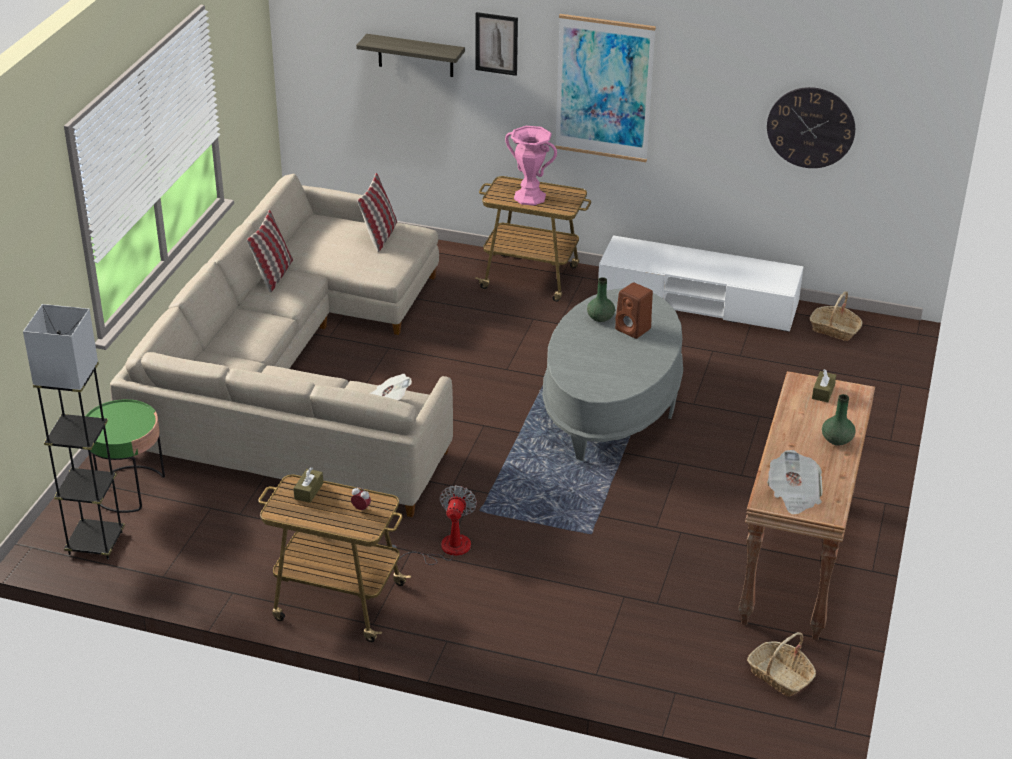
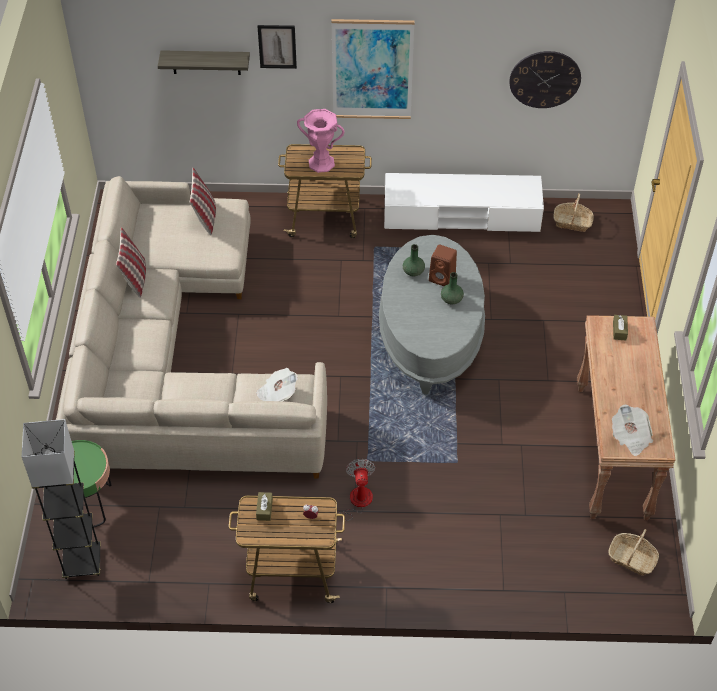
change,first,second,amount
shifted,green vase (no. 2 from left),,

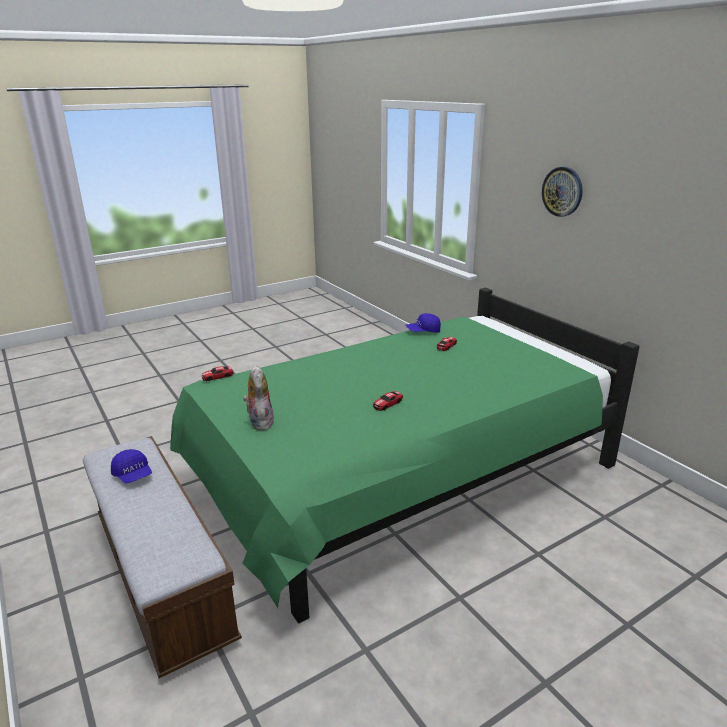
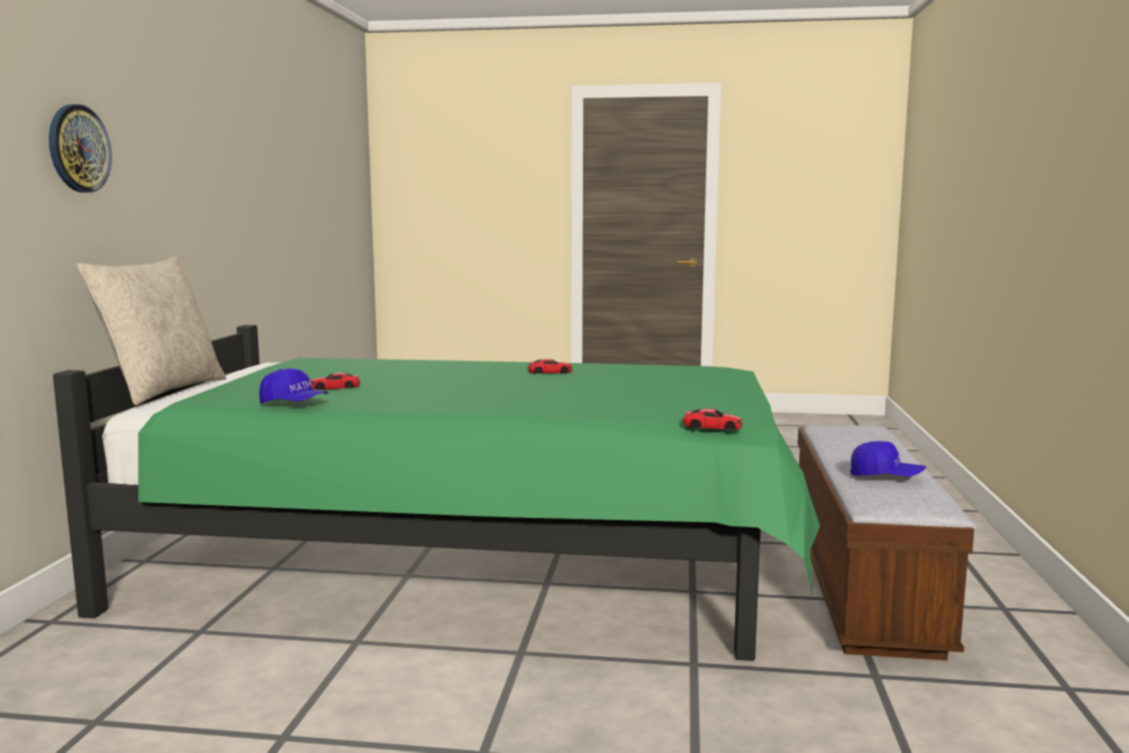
change,first,second,amount
gone,plush toy,,
new,,beige pillow,
rotated,blue cap (no. 1 from left in the first image),blue cap (no. 2 from left),120 degrees clockwise

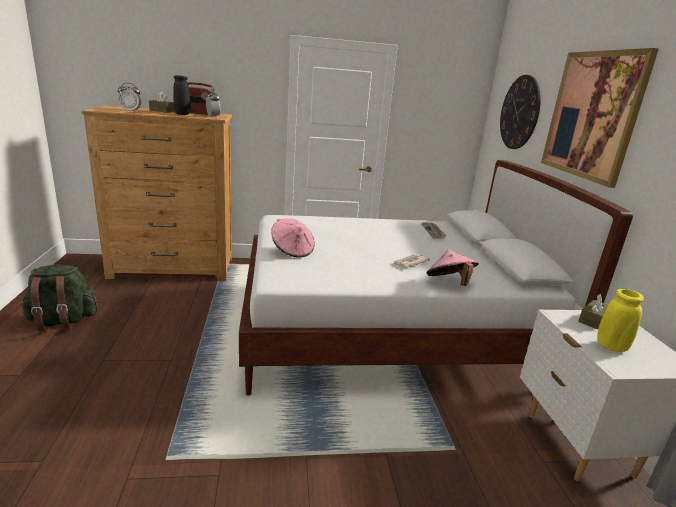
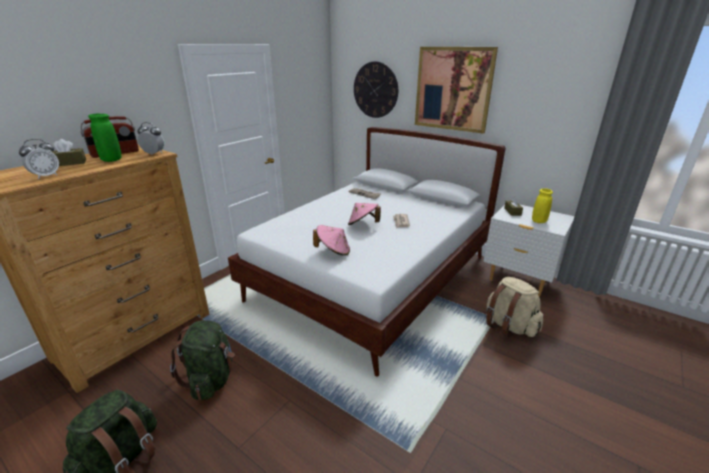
change,first,second,amount
new,,green backpack (no. 2 from left),
new,,beige backpack,
shifted,pink hat (no. 2 from left),,
repainted,black vase,green vase,

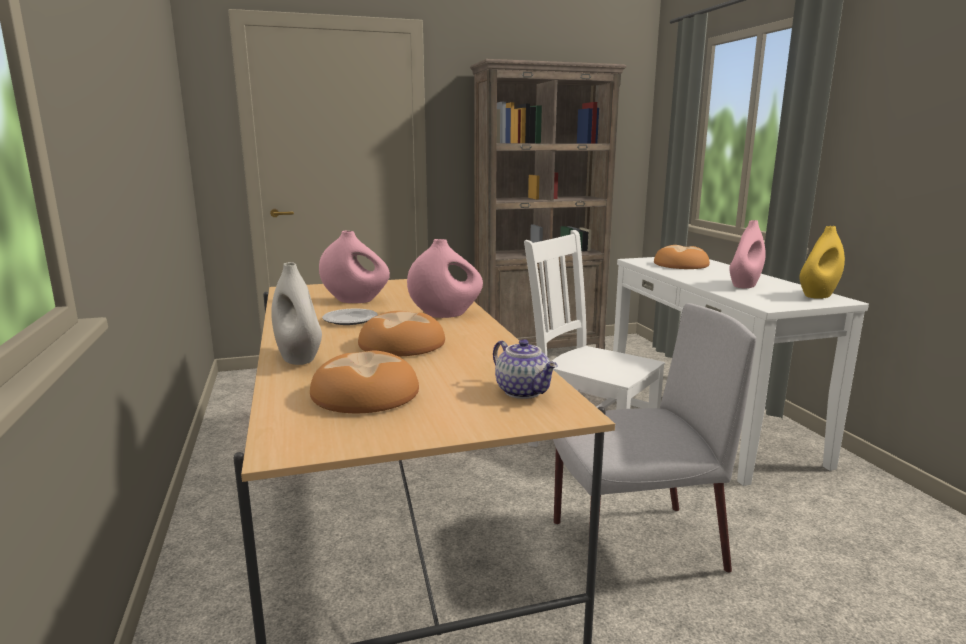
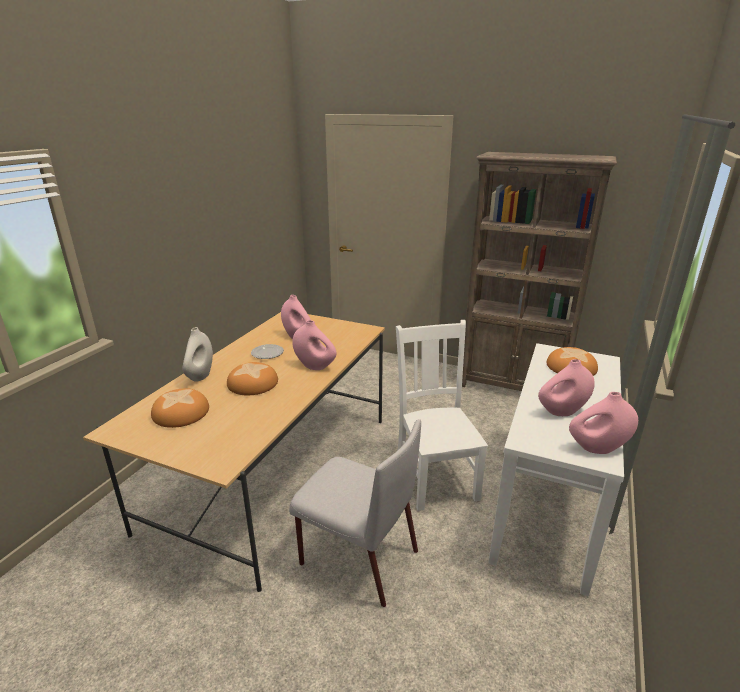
change,first,second,amount
gone,teapot,,
repainted,yellow vase,pink vase (no. 4 from left),

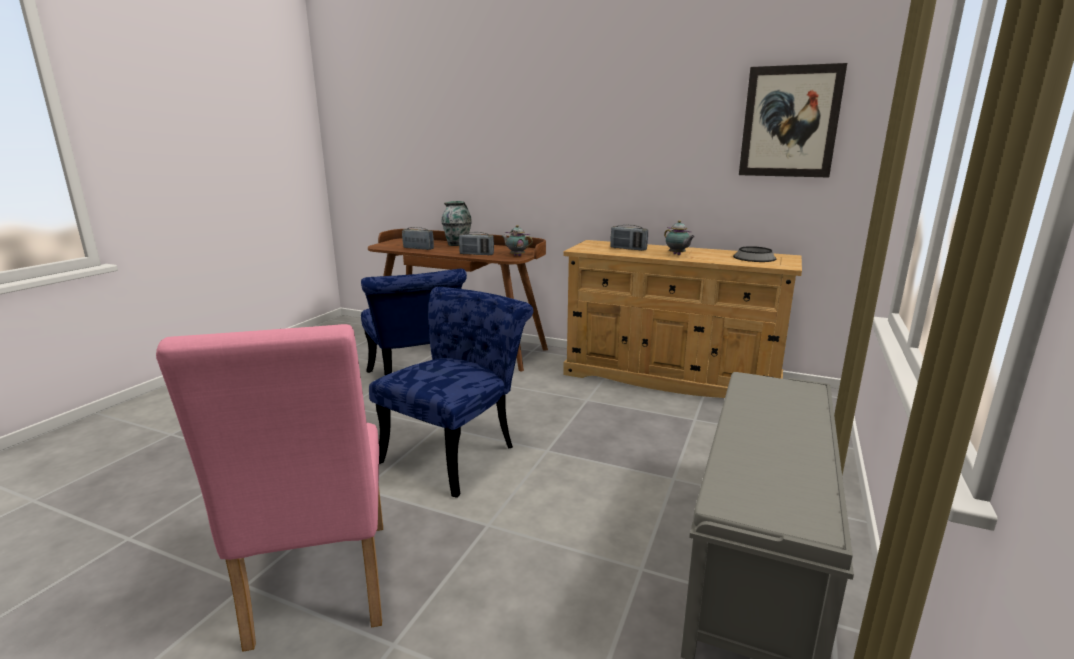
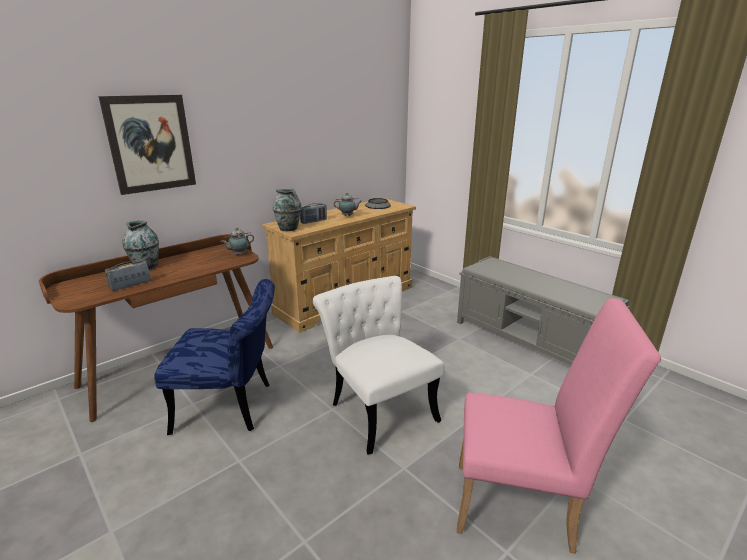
change,first,second,amount
gone,radio (no. 2 from left),,
new,,vase (no. 2 from left),
shifted,picture,,
repainted,blue chair (no. 2 from left),white chair,

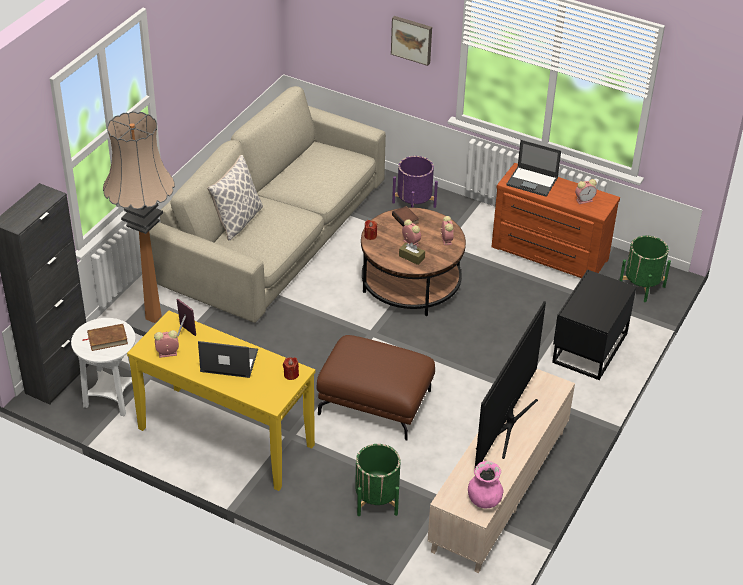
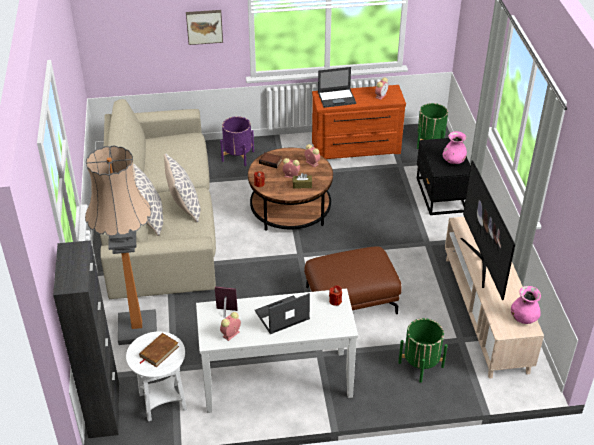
change,first,second,amount
new,,pillow (no. 2 from left),
new,,pink vase (no. 1 from left),
repainted,yellow console table,white console table,

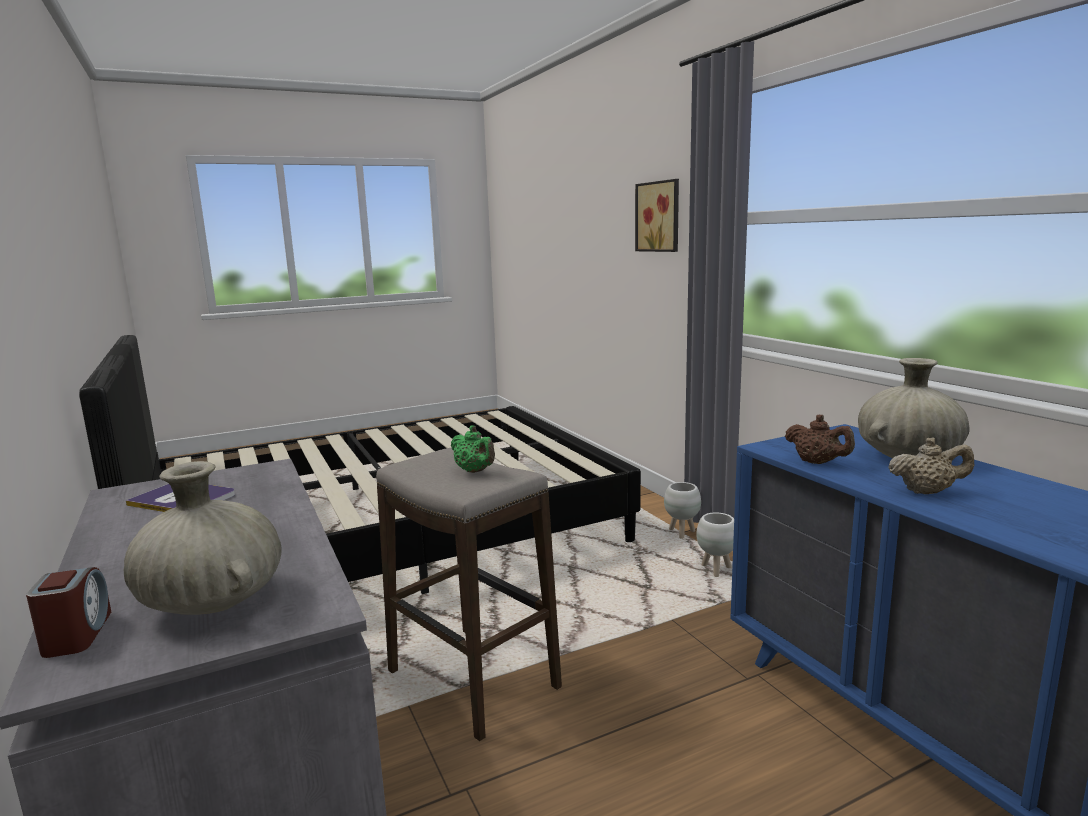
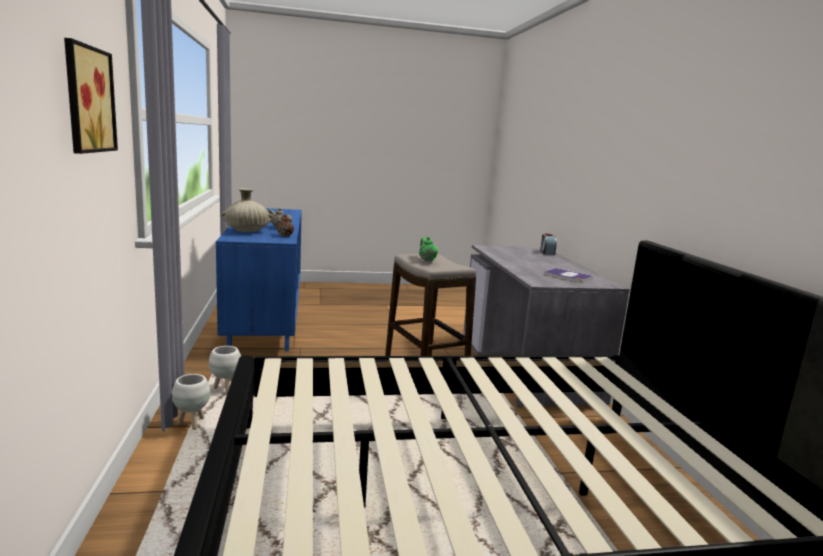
change,first,second,amount
gone,beige vase (no. 1 from left),,

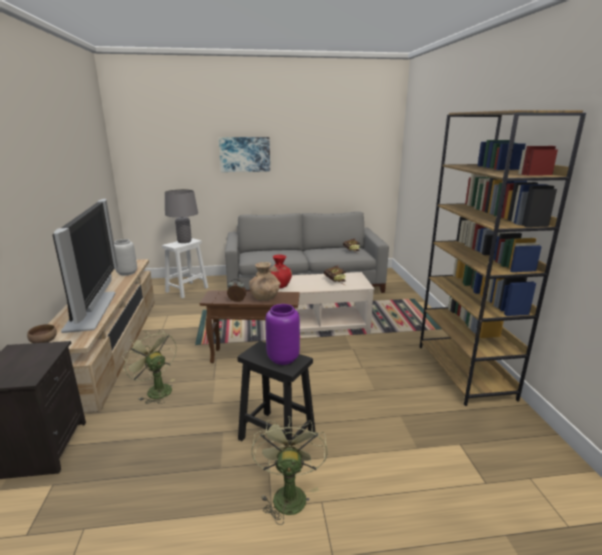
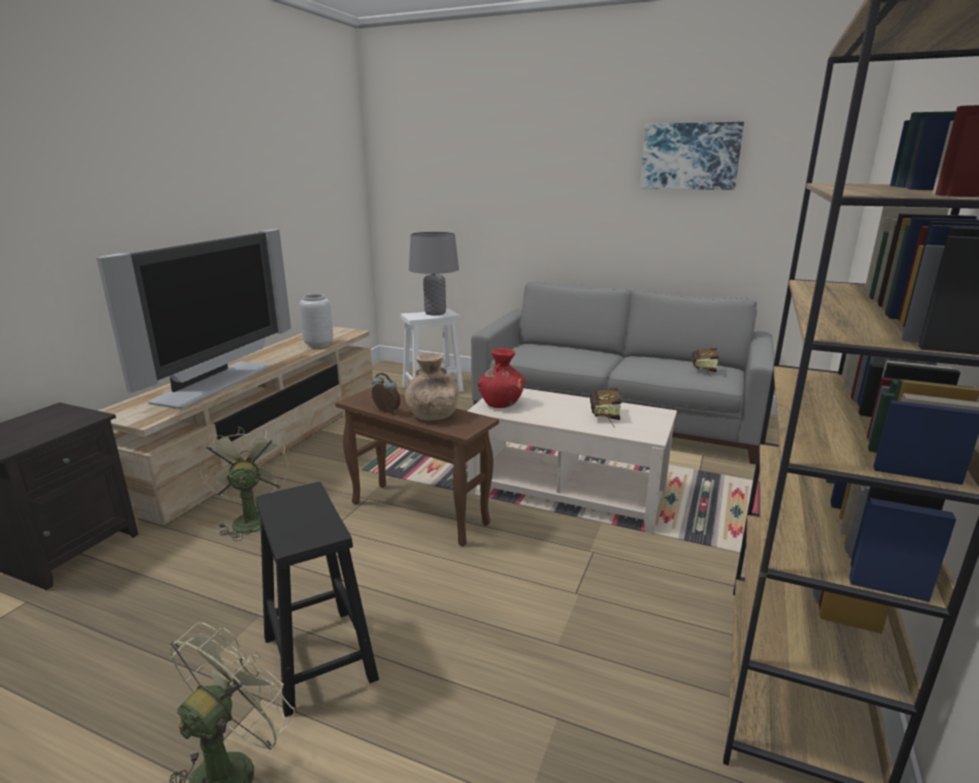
change,first,second,amount
gone,brown bowl,,
gone,purple vase,,
shifted,picture,,

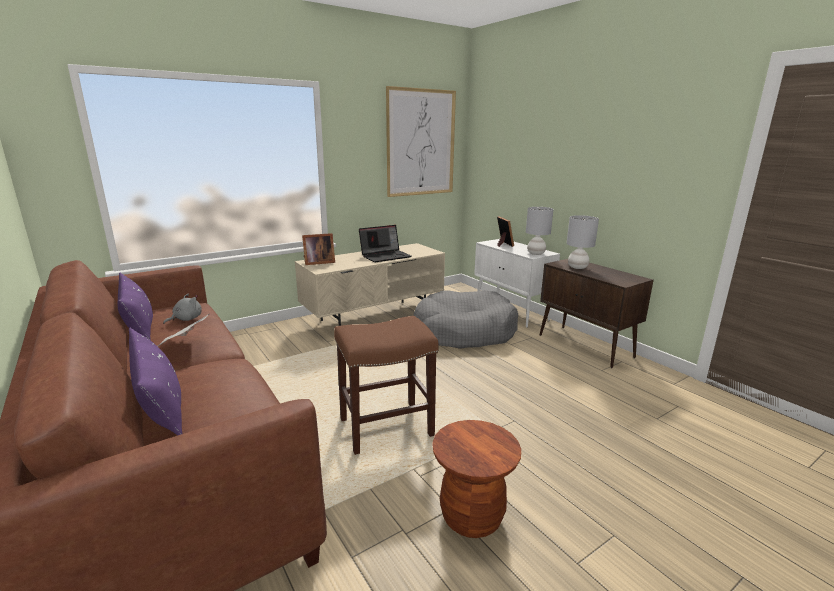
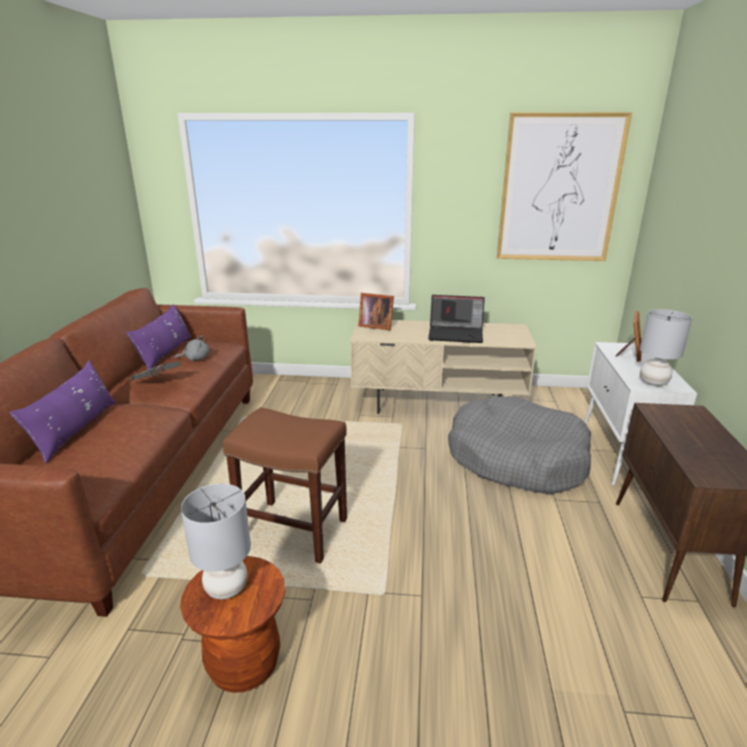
change,first,second,amount
shifted,grey table lamp (no. 2 from left in the first image),grey table lamp (no. 1 from left),

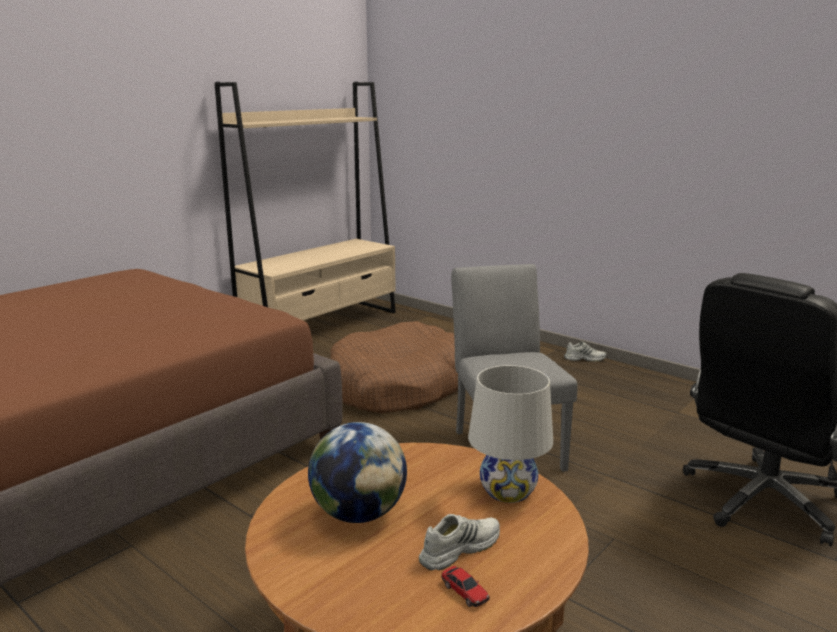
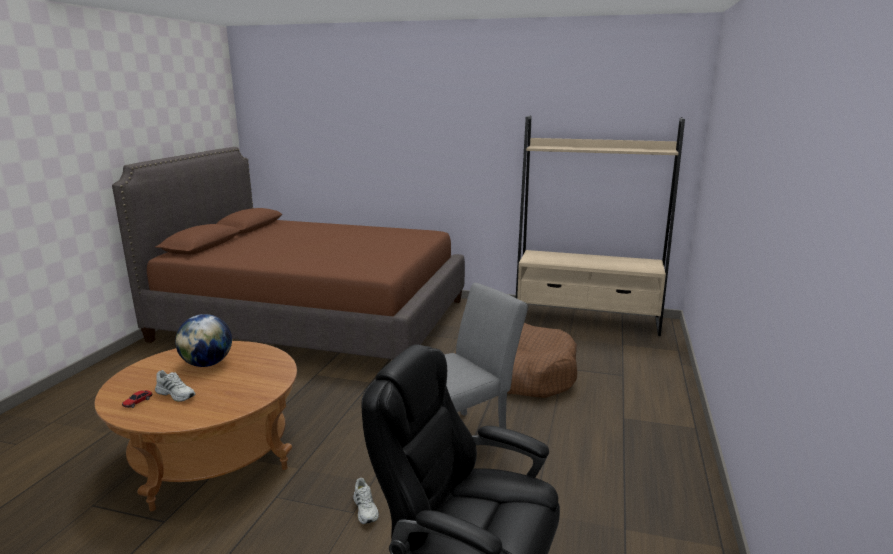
change,first,second,amount
gone,white table lamp,,
shifted,white shoe (no. 2 from left),,

